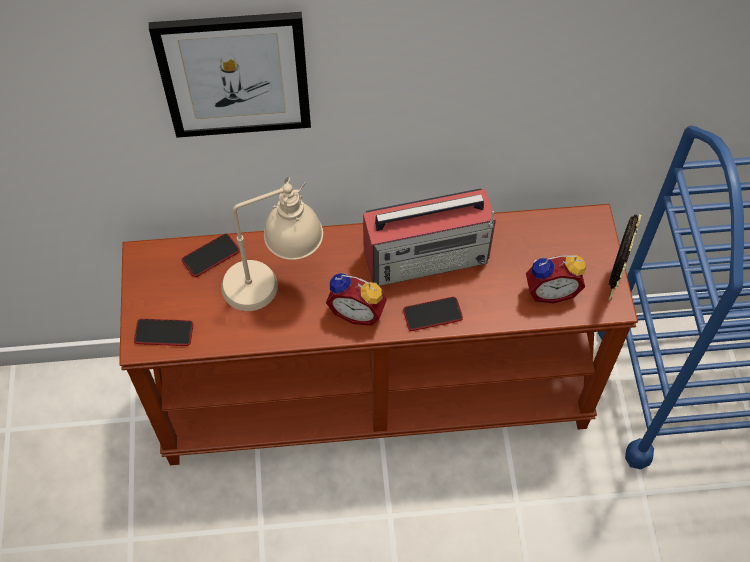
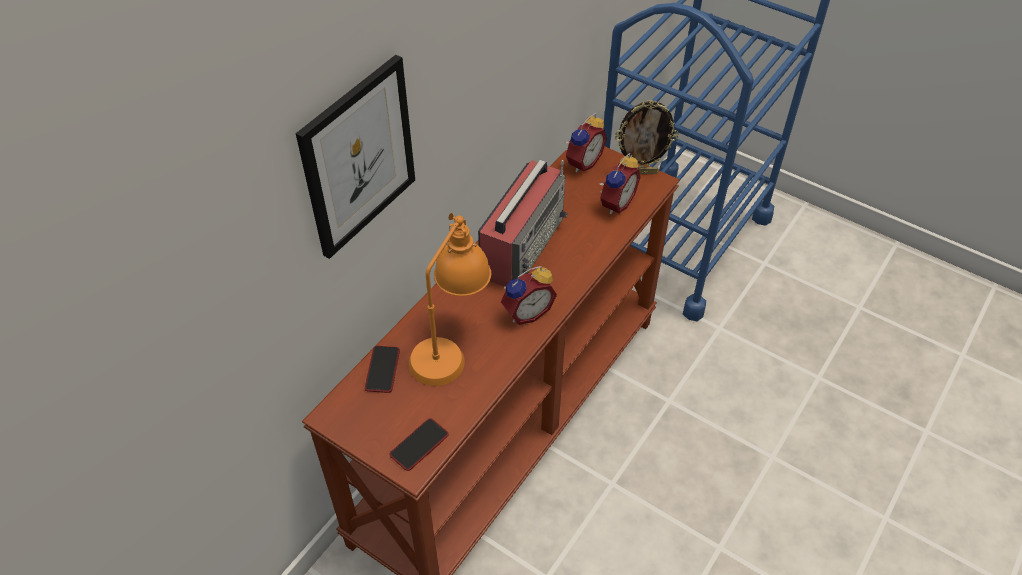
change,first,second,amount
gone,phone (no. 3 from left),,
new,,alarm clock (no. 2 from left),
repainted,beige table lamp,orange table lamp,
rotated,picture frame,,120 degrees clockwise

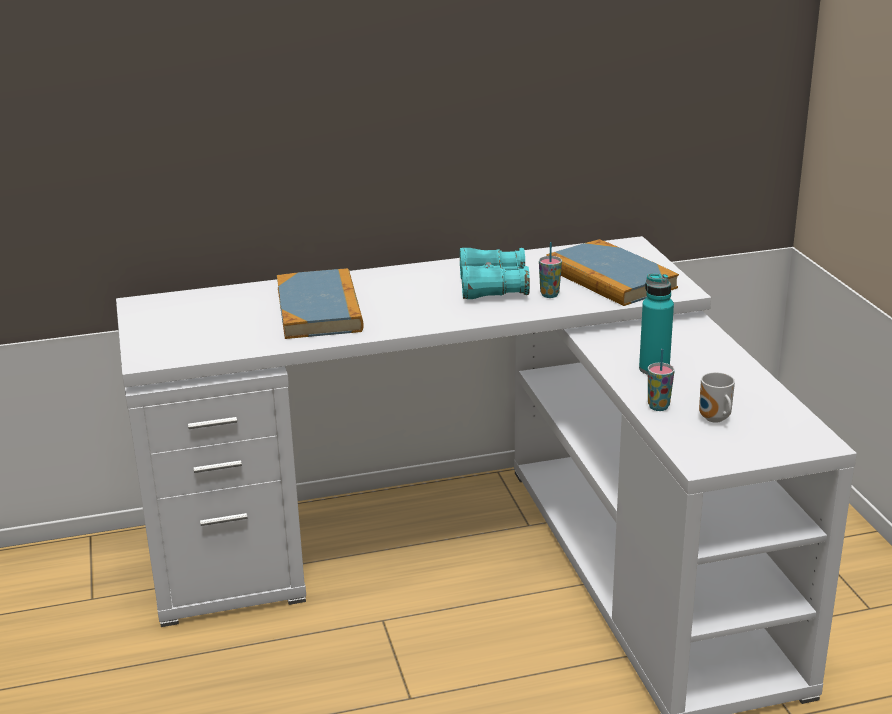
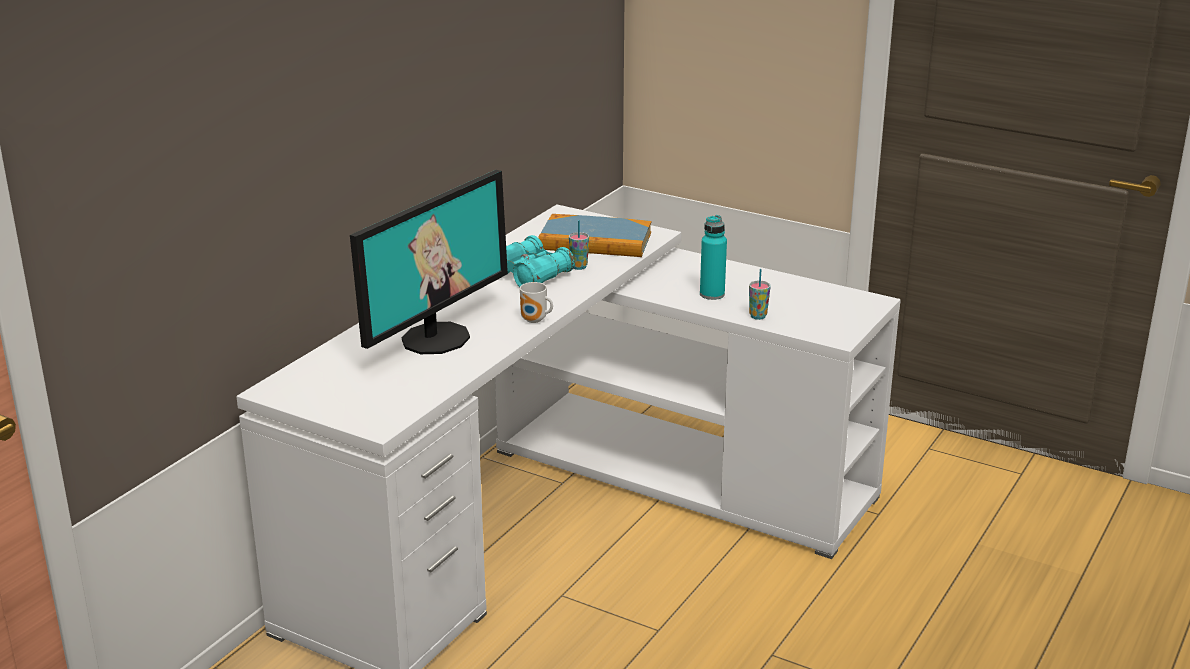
change,first,second,amount
shifted,mug,,
swapped,book (no. 1 from left),monitor,

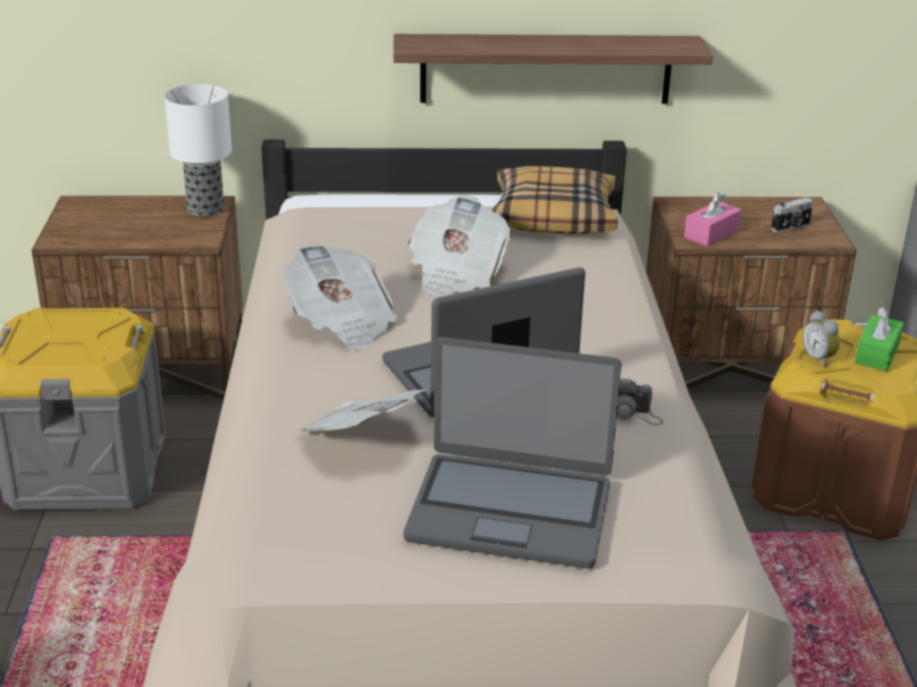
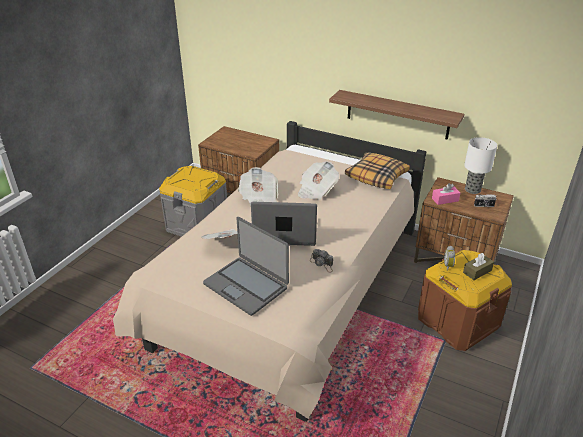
change,first,second,amount
shifted,table lamp,,
repainted,green tissue box,brown tissue box,

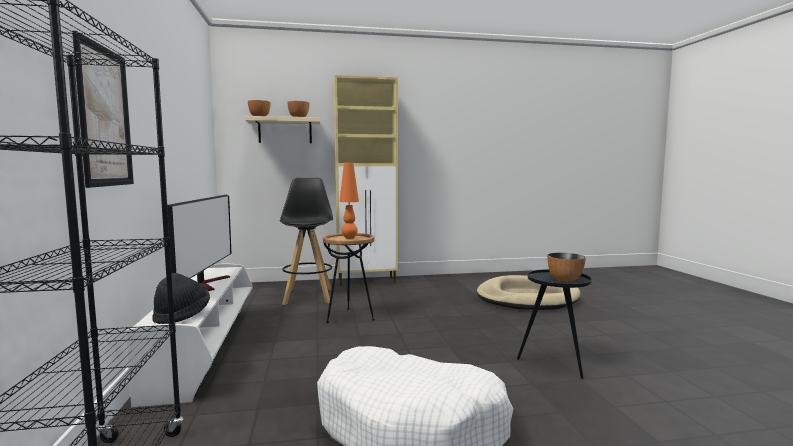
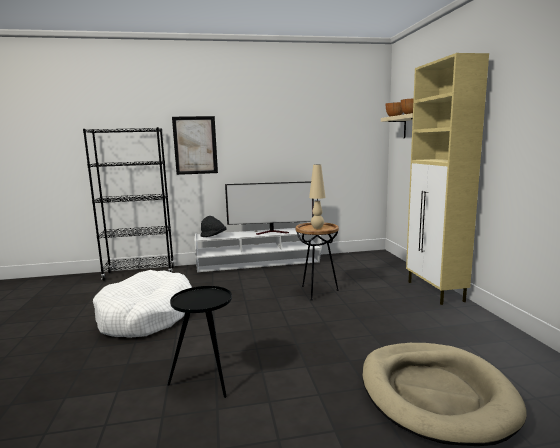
change,first,second,amount
gone,black stool,,
gone,bowl (no. 3 from left),,
repainted,orange table lamp,beige table lamp,

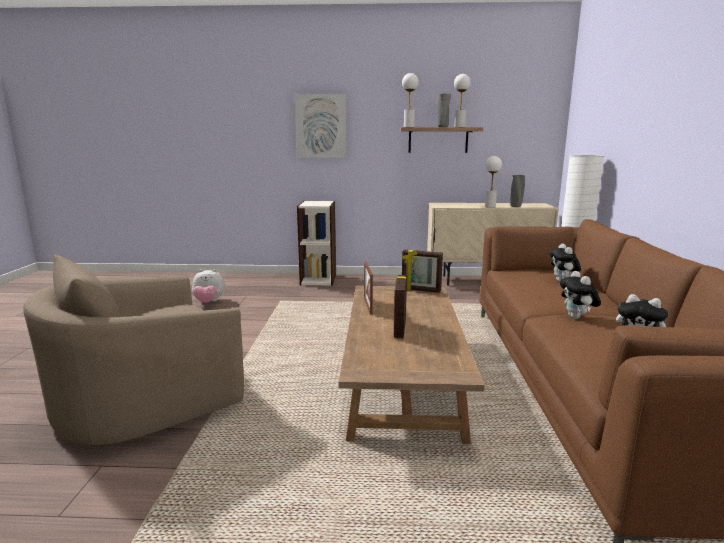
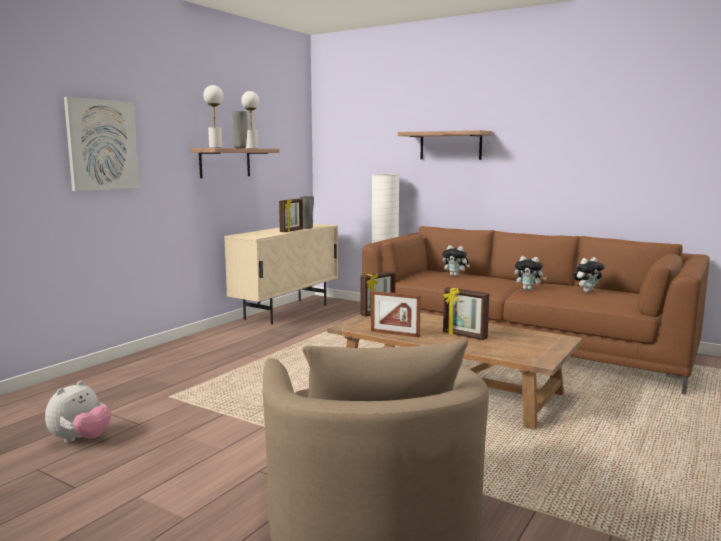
change,first,second,amount
gone,bookcase,,
new,,shelf (no. 2 from left),
swapped,white table lamp (no. 3 from left),picture frame (no. 1 from left),

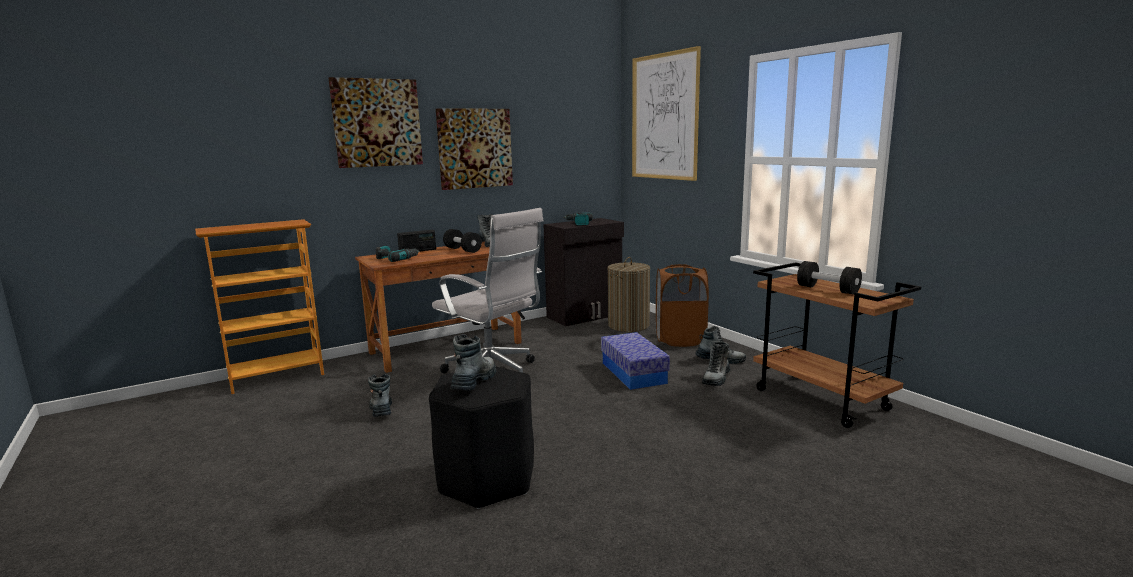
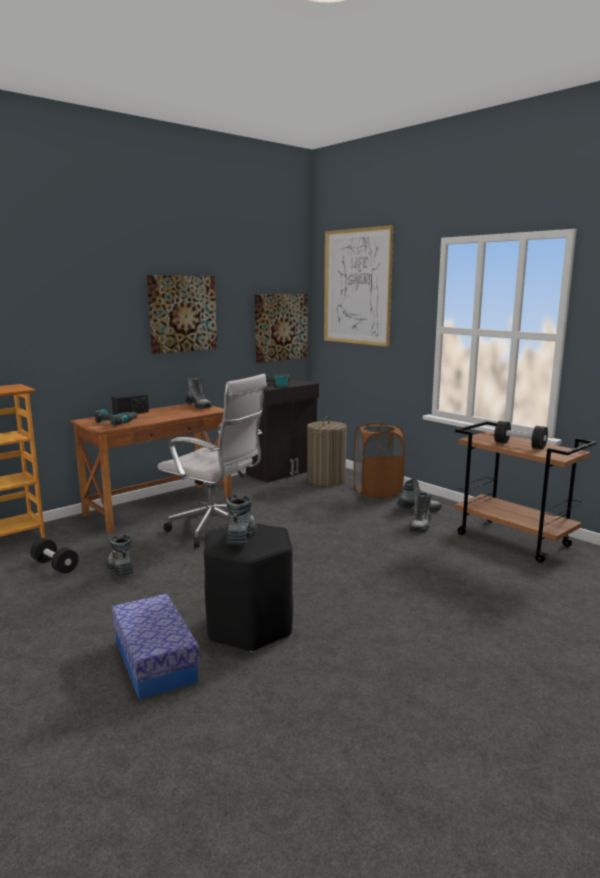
change,first,second,amount
shifted,picture (no. 1 from left in the first image),picture (no. 2 from left),
shifted,black dumbbell (no. 1 from left),,
shifted,storage box,,

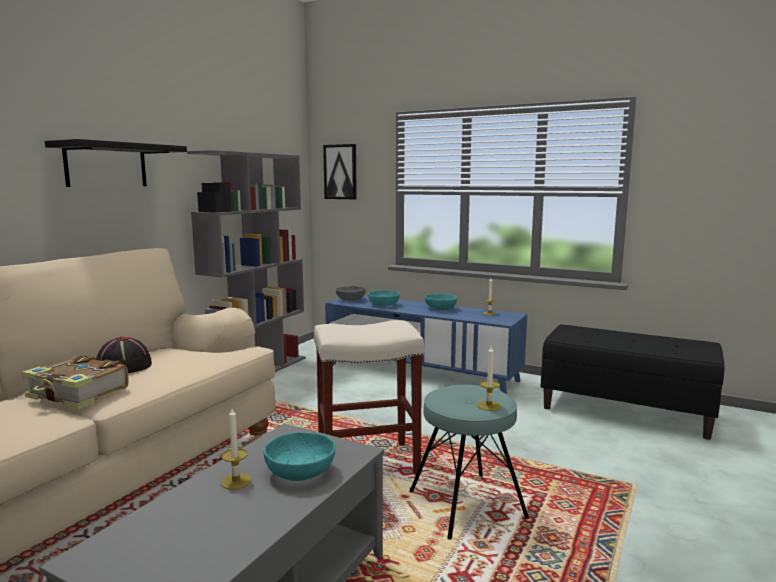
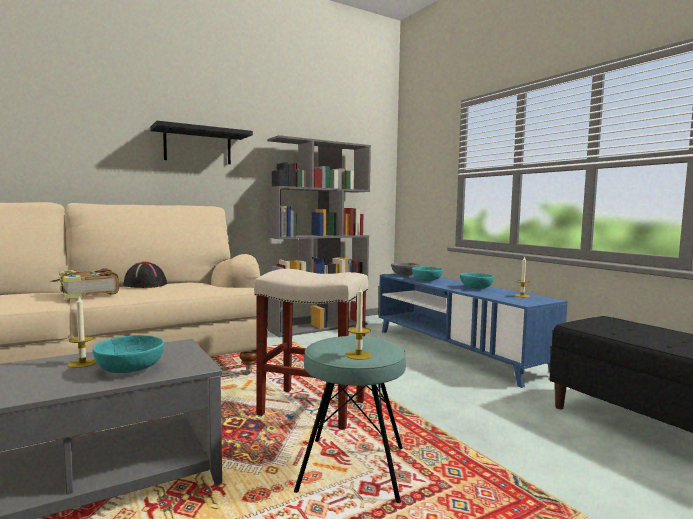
change,first,second,amount
gone,picture,,

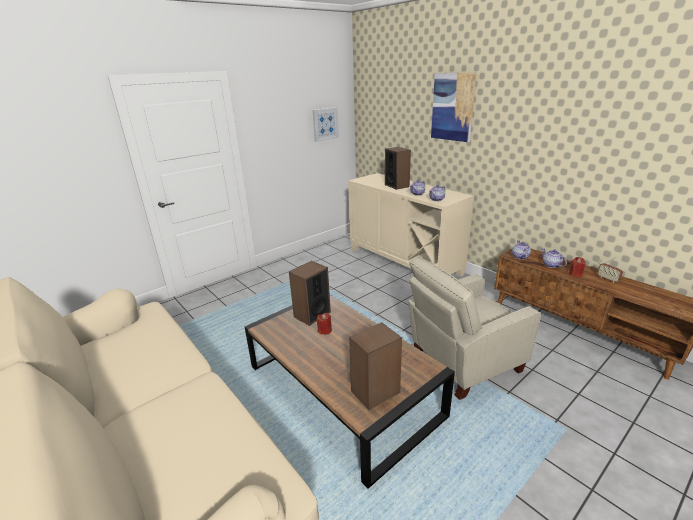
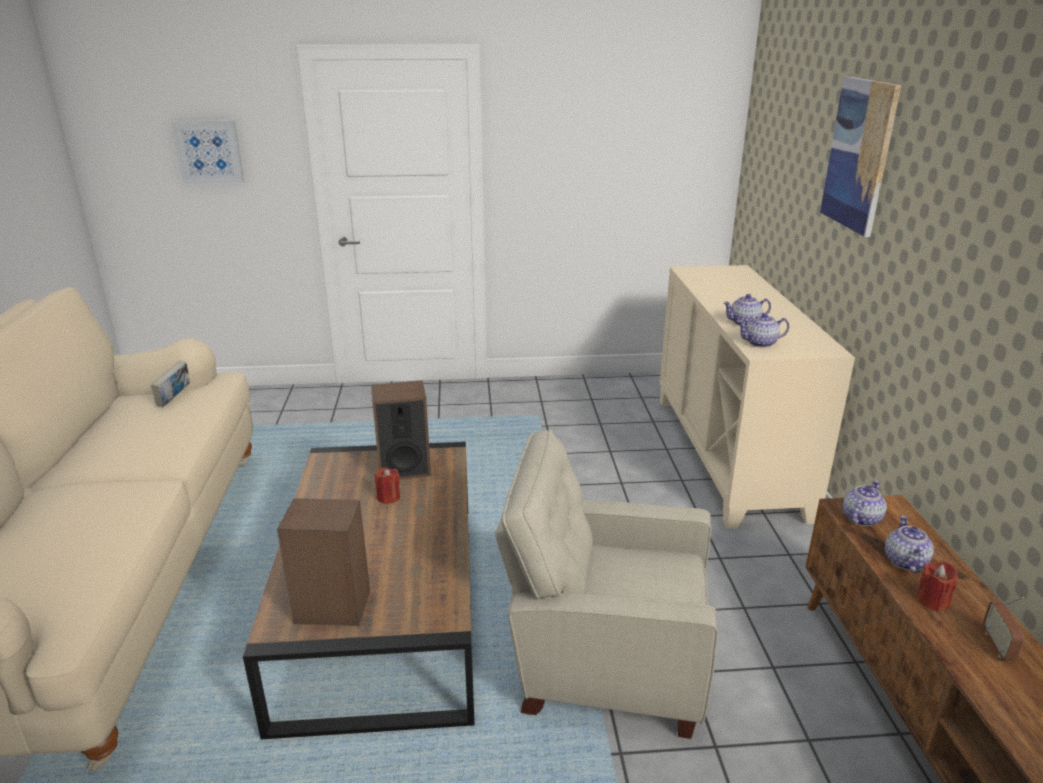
change,first,second,amount
gone,speaker (no. 3 from left),,
new,,book,
shifted,picture (no. 1 from left),,

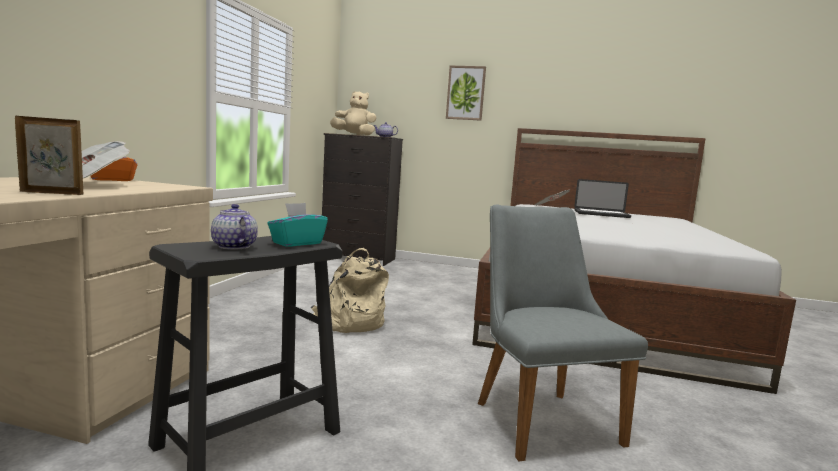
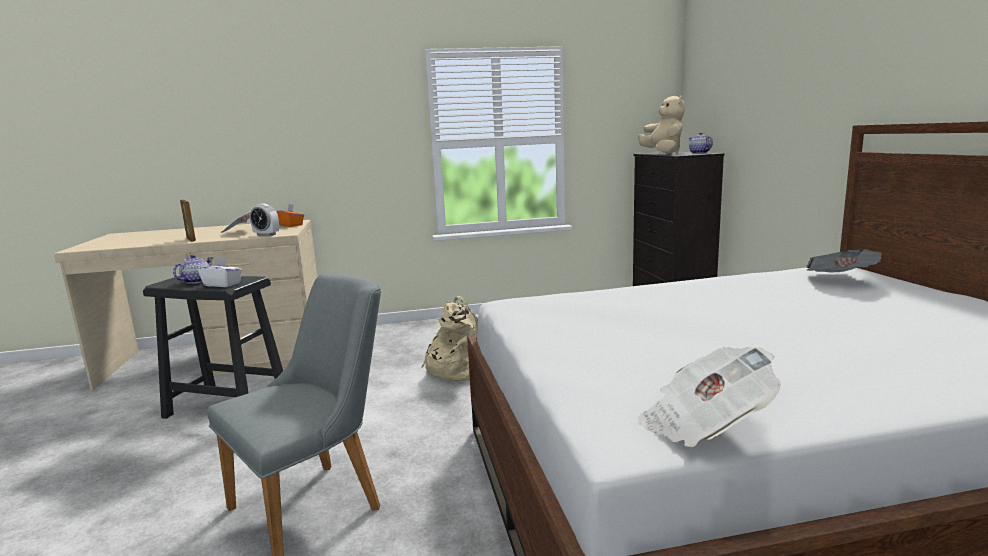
change,first,second,amount
gone,picture,,
gone,laptop,,
new,,alarm clock,
new,,newspaper (no. 2 from left),
repainted,turquoise tissue box,white tissue box,

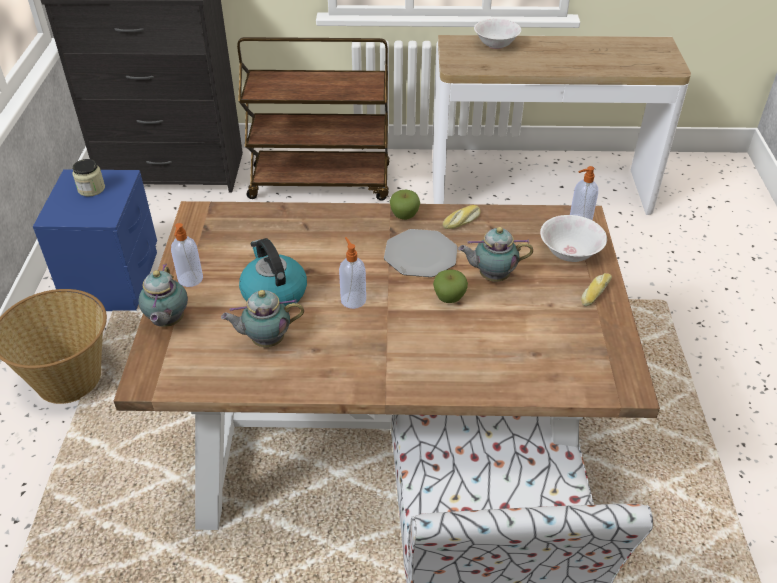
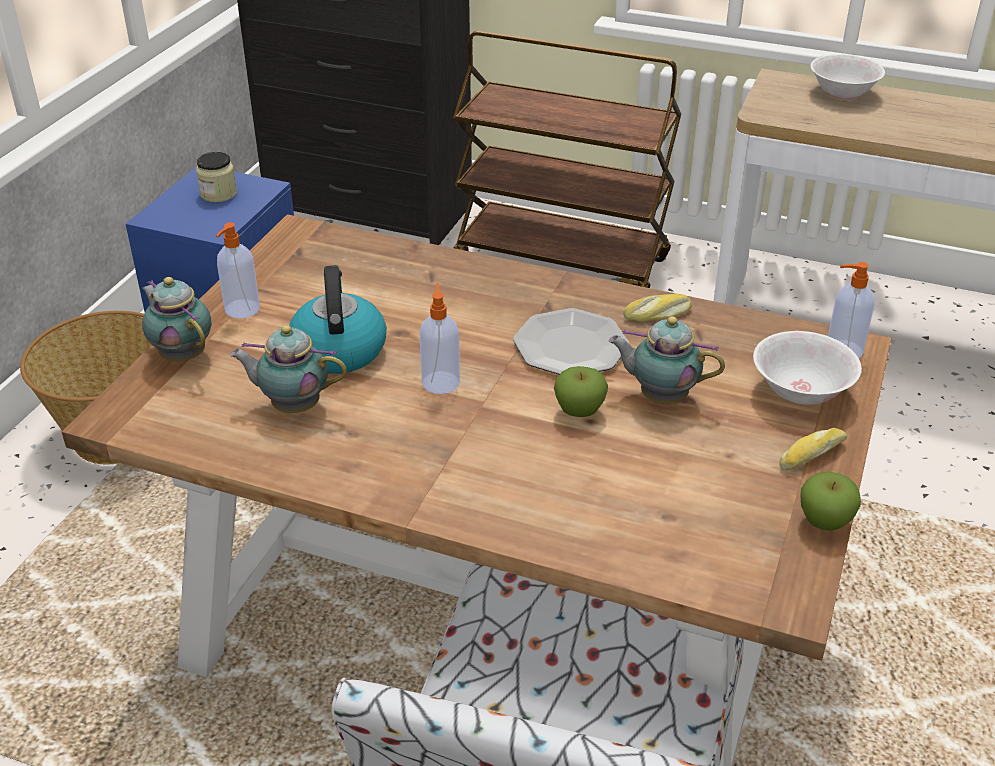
change,first,second,amount
shifted,apple (no. 1 from left in the first image),apple (no. 2 from left),
rotated,teapot (no. 1 from left),,120 degrees clockwise

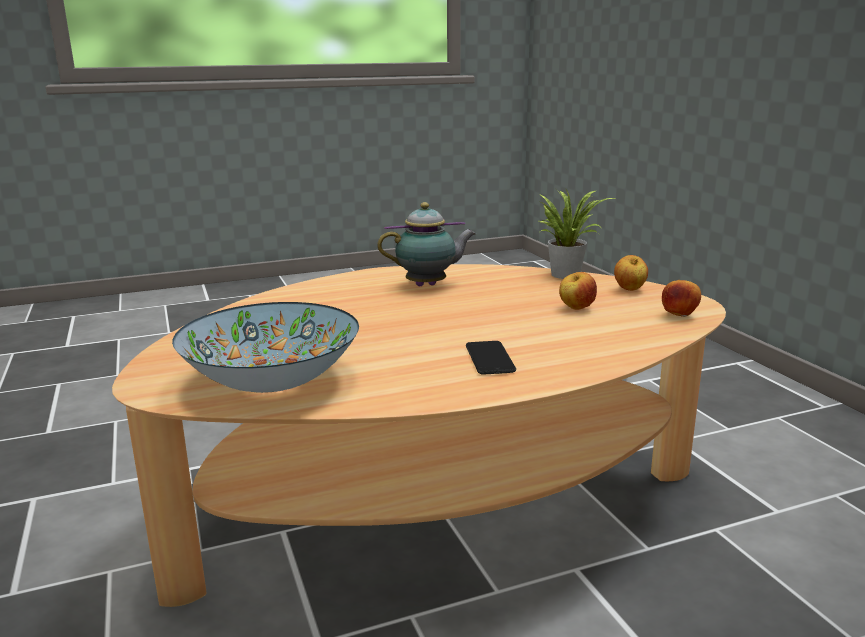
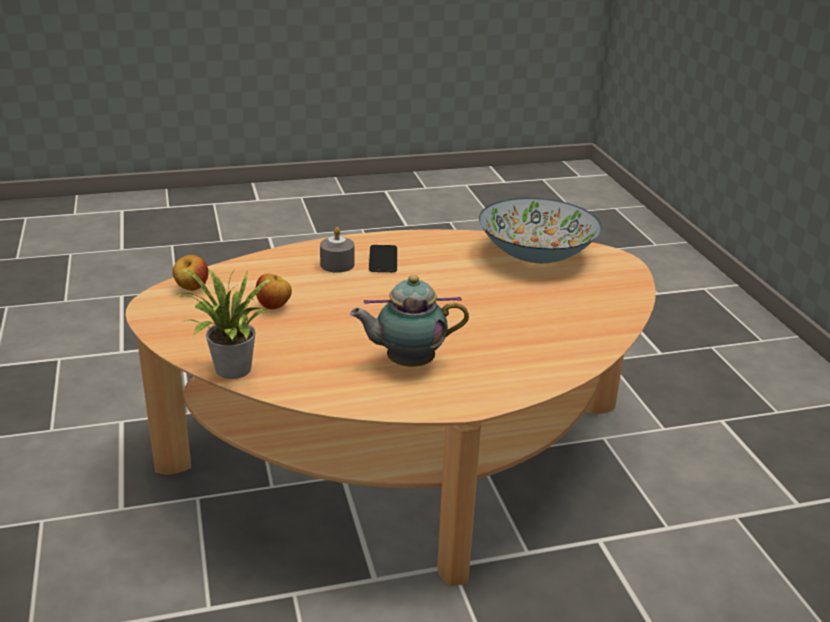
change,first,second,amount
gone,apple (no. 2 from left),,
new,,grey candle,

